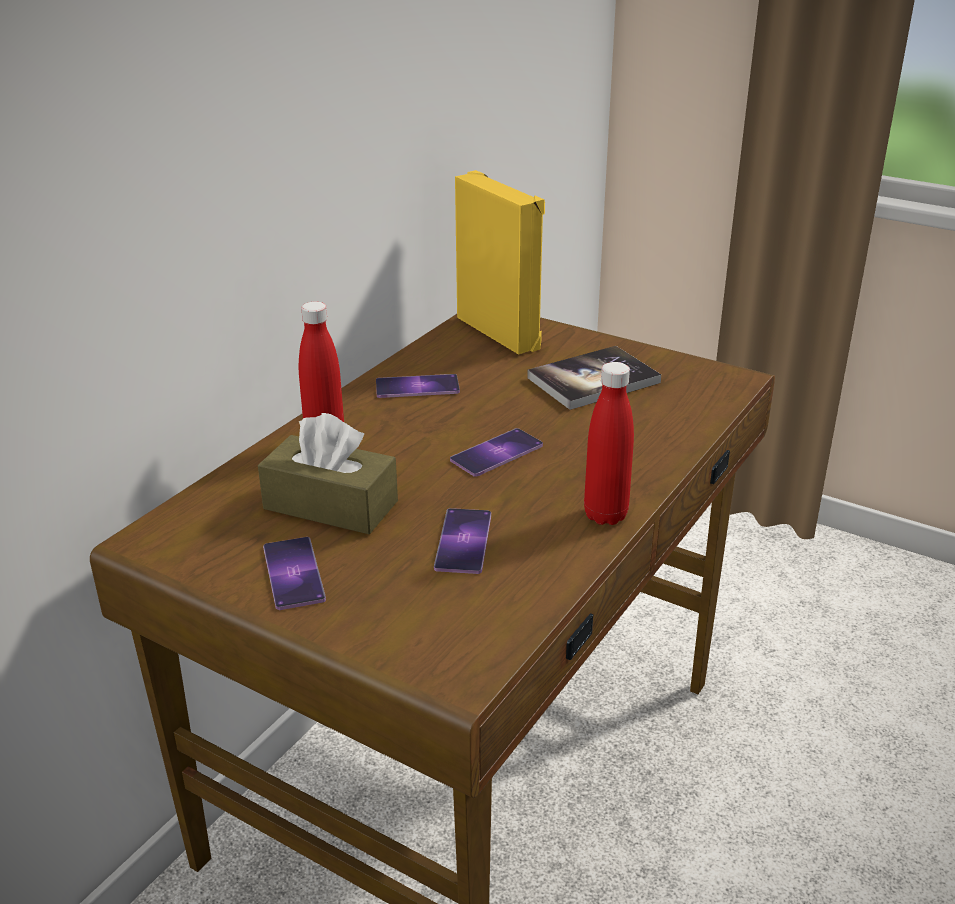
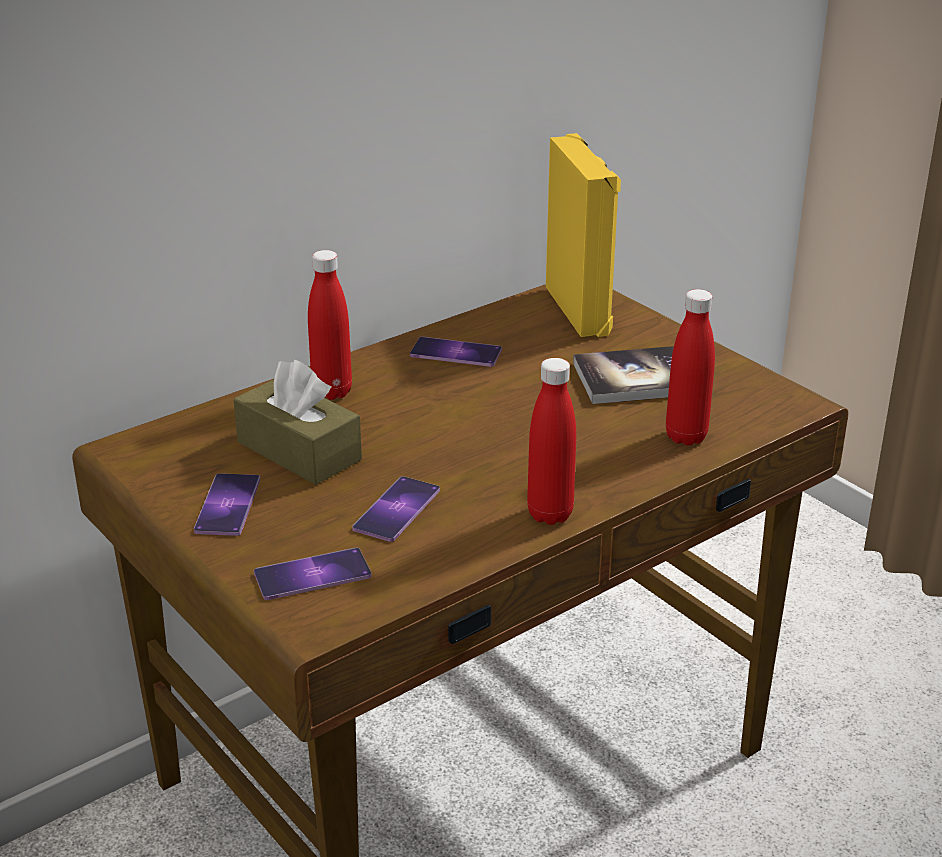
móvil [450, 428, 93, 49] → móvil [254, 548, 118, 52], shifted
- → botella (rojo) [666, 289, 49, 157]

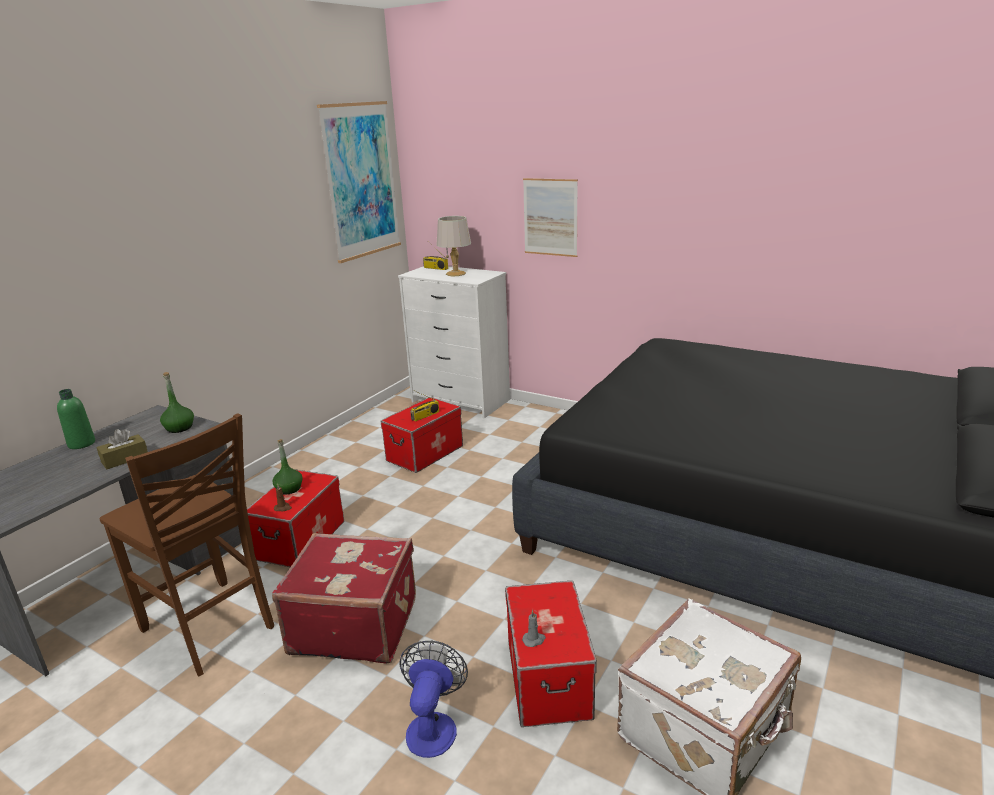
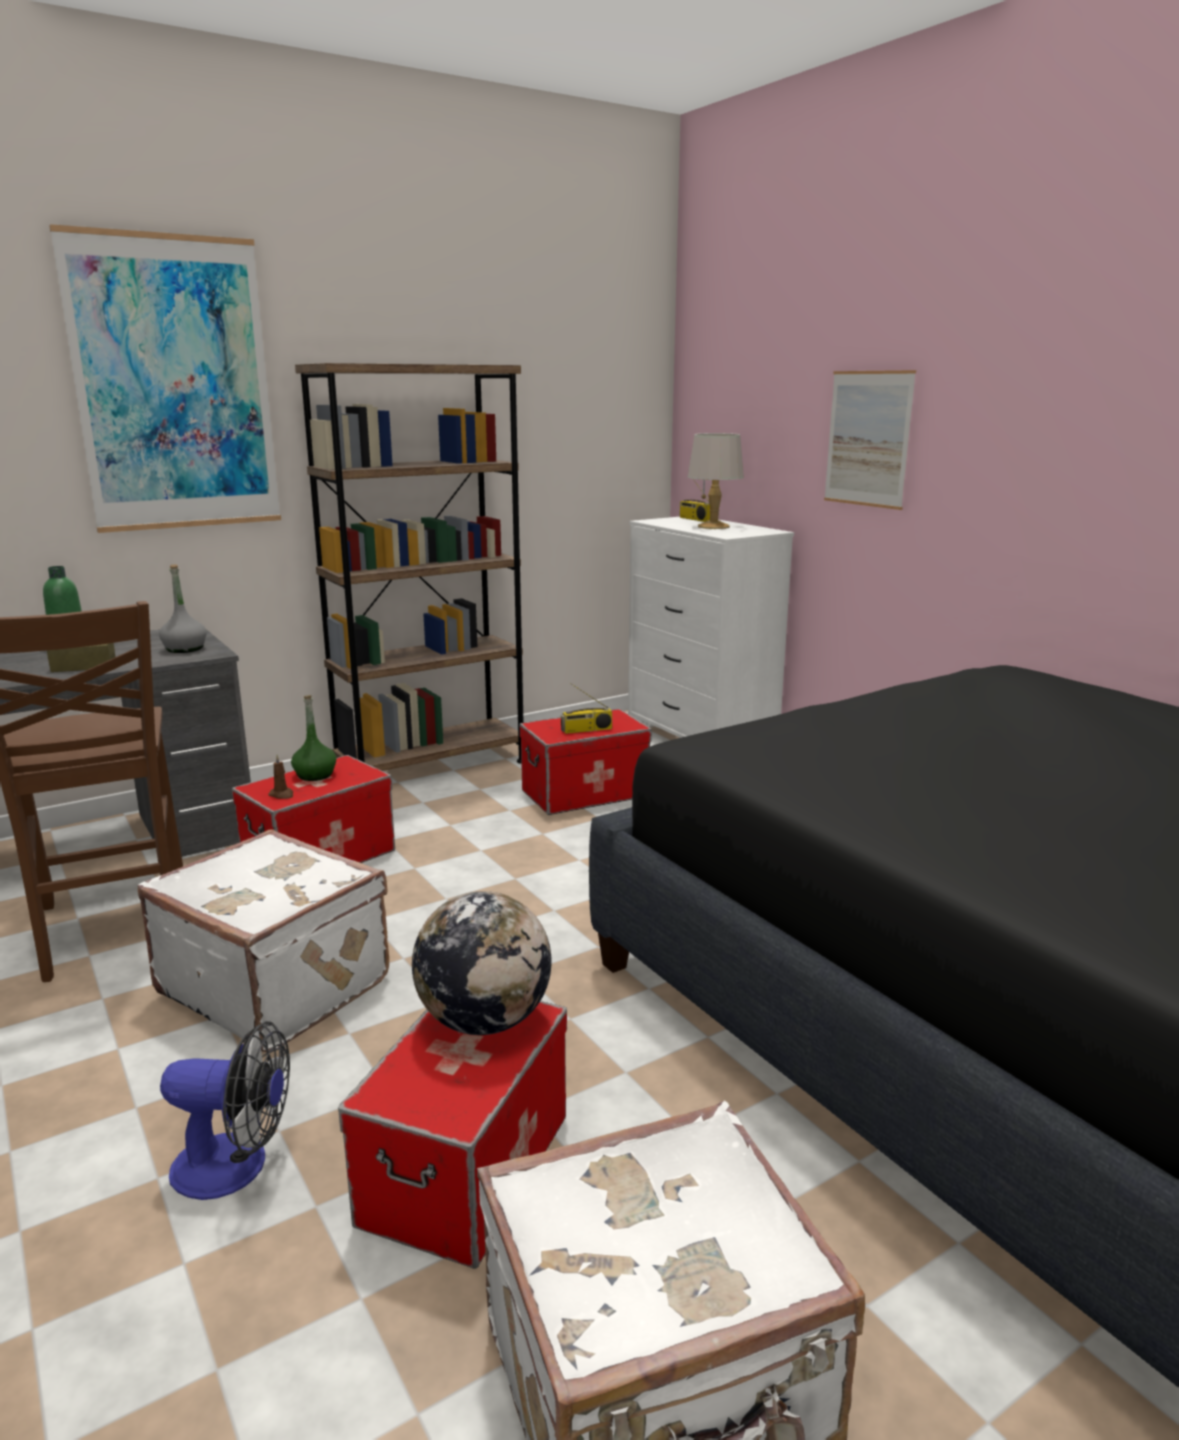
cuadro [317, 101, 84, 162] → cuadro [49, 224, 232, 309], shifted
maleta (rojo) [272, 533, 144, 131] → maleta (blanco) [138, 829, 251, 223]
botella (verde) [160, 372, 34, 61] → botella (gris) [159, 564, 48, 89]
ventilador [400, 641, 68, 117] → ventilador [160, 1021, 130, 179], 60 degrees clockwise
- → estantería (marrón) [295, 363, 229, 408]
- → globo terráqueo [412, 891, 140, 144]
vela (gris) [522, 609, 24, 38] → -

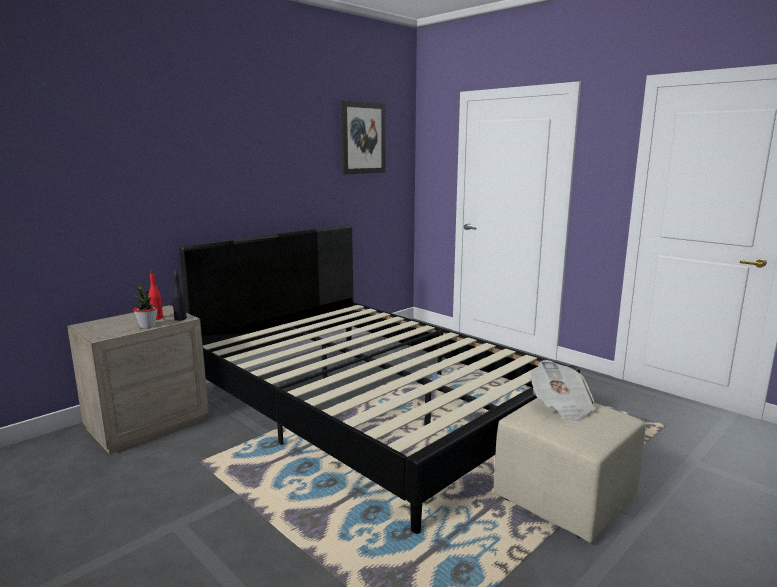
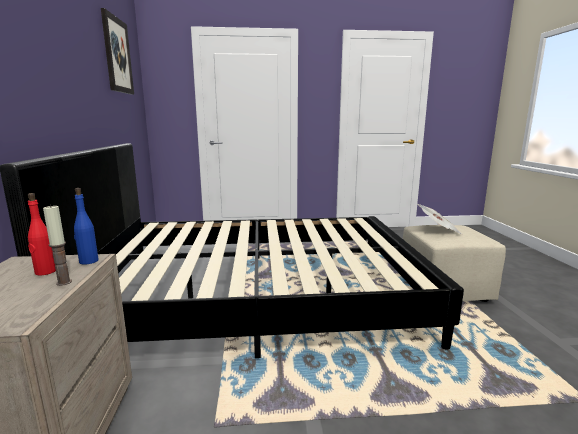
planta en maceta [133, 283, 25, 46] → vela [43, 205, 29, 81]
botella (negro) [172, 270, 15, 51] → botella (azul) [74, 188, 25, 77]

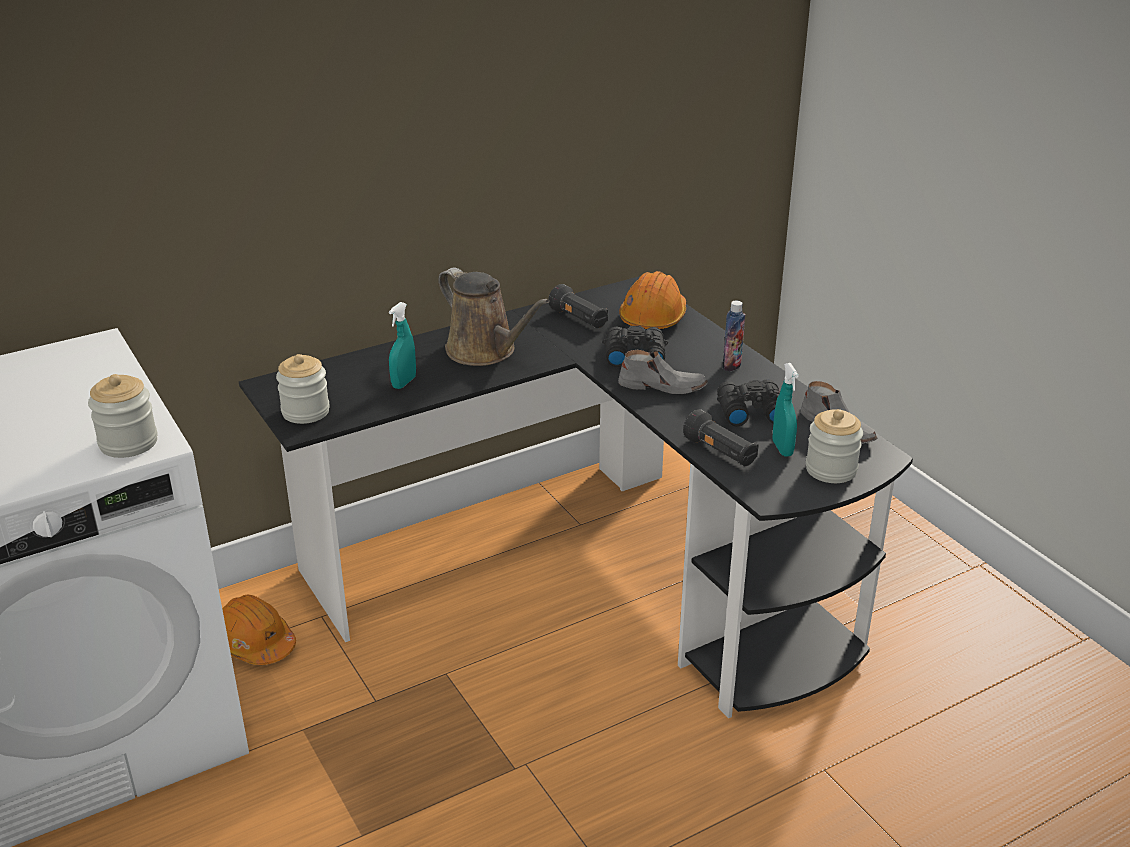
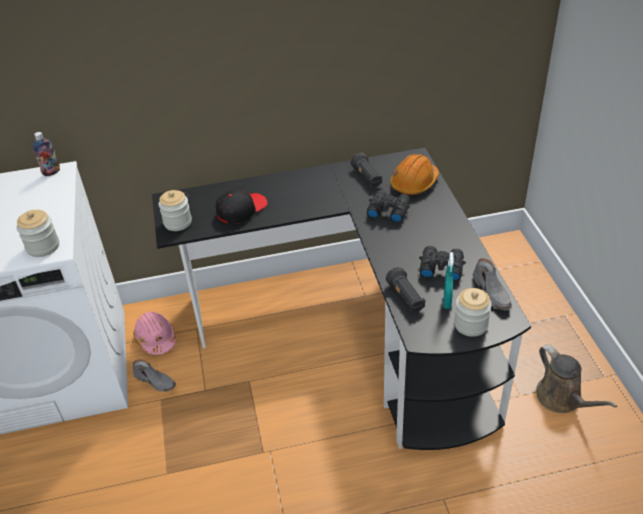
botella [723, 301, 23, 70] → botella [33, 132, 27, 45], shifted
casco (naranja) [222, 595, 74, 70] → casco (rosa) [133, 311, 43, 44]
zapato (gris) [618, 350, 90, 44] → zapato (gris) [133, 359, 43, 33], shifted
pulverizador (turquesa) [389, 302, 27, 87] → gorra (negro) [216, 189, 52, 35]
regadera (marrón) [438, 268, 112, 98] → regadera (marrón) [536, 345, 81, 68], shifted

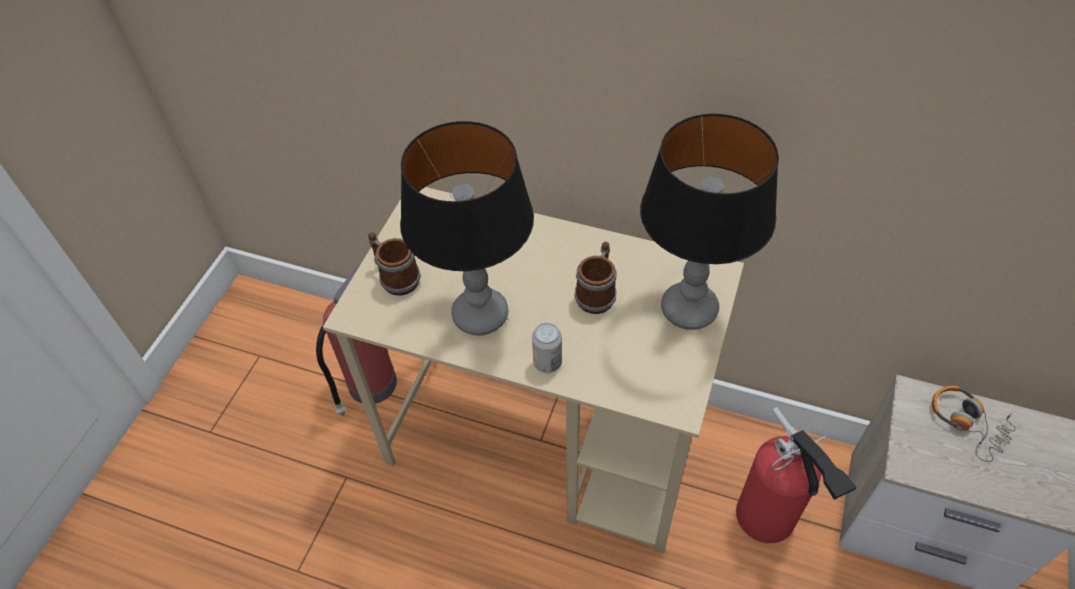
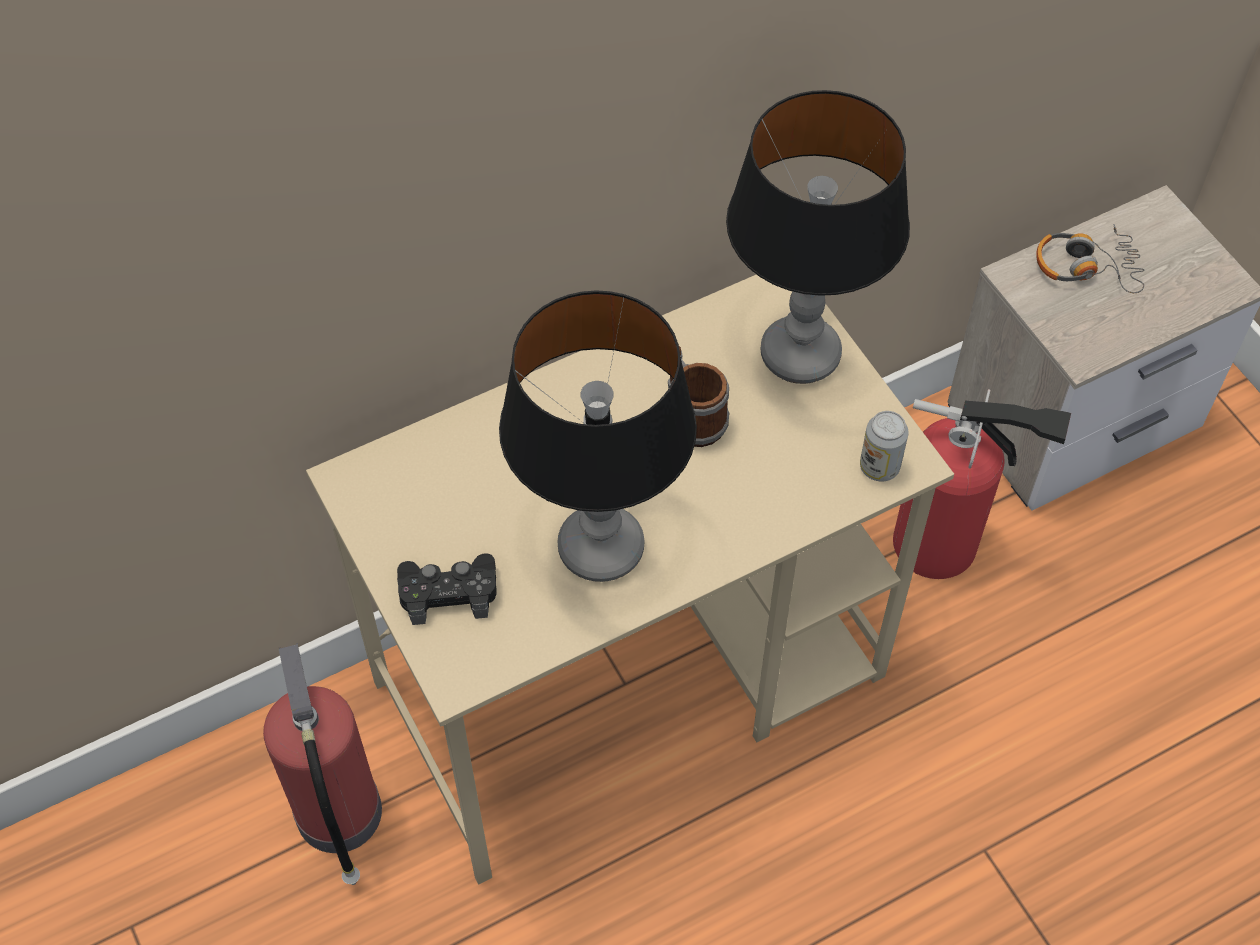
taza grande [368, 232, 53, 64] → mando de consola (negro) [397, 553, 100, 72]
lata [532, 323, 30, 50] → lata [860, 411, 48, 71], shifted

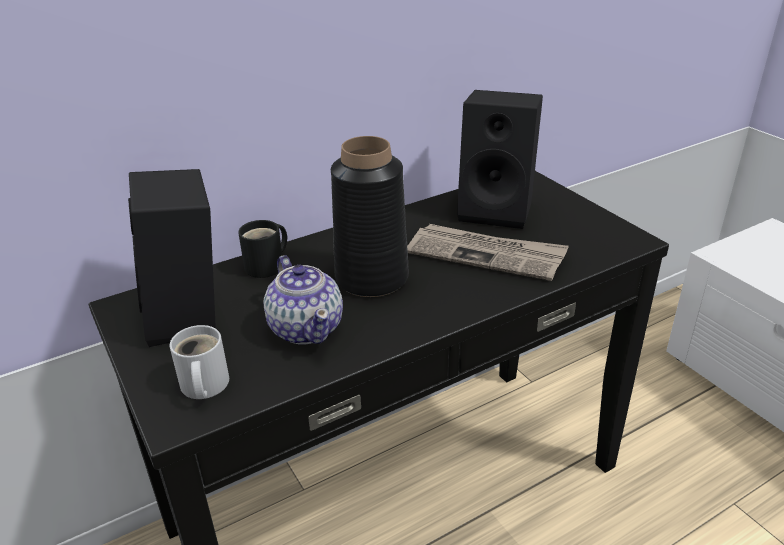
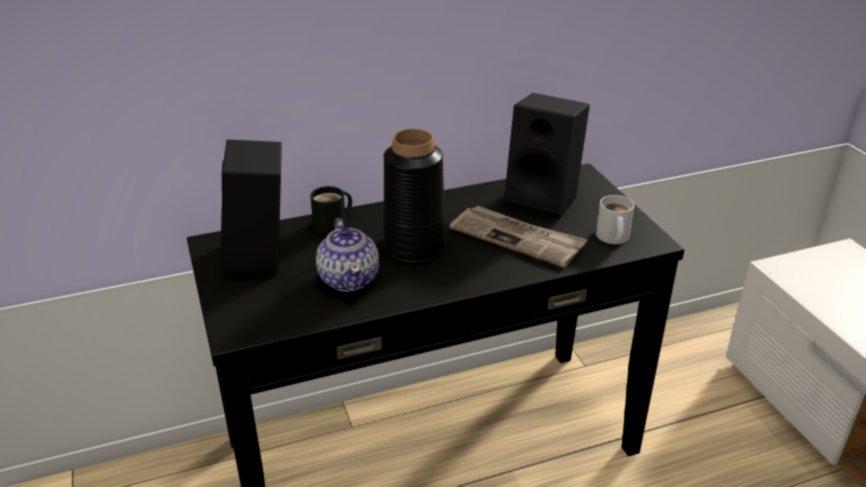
taza grande (blanco) [170, 325, 59, 74] → taza grande (blanco) [596, 195, 38, 49], shifted

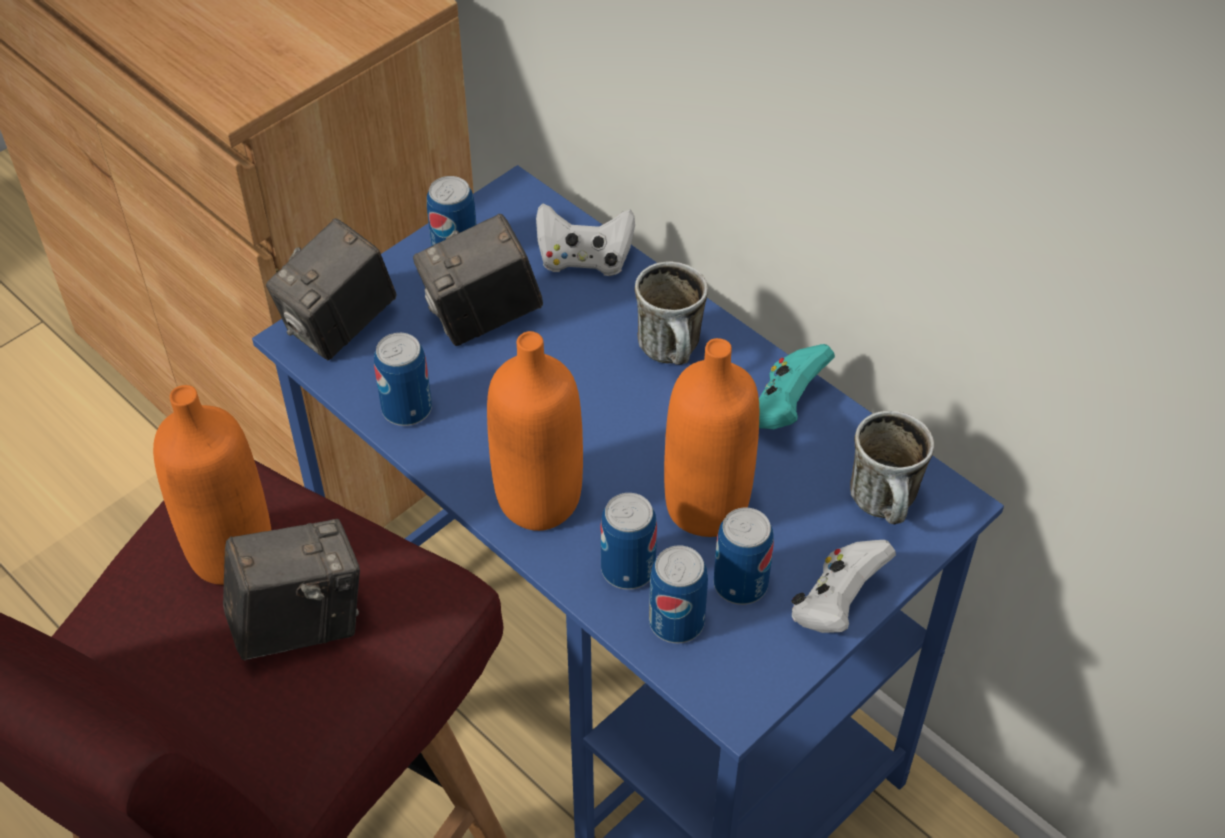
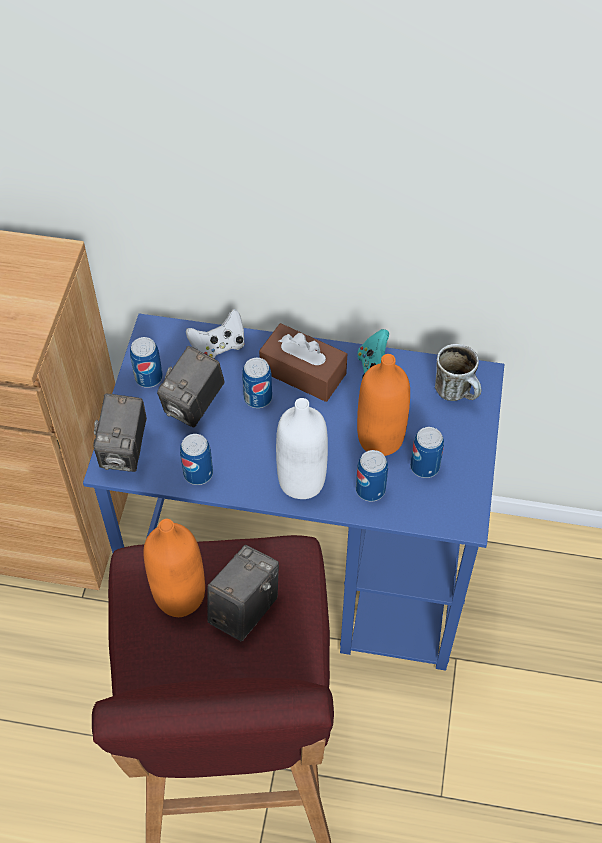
lata [649, 545, 59, 98] → lata [242, 358, 30, 50], shifted
taza grande [634, 261, 74, 104] → caja de pañuelos (marrón) [259, 323, 88, 79]
botella (naranja) [487, 331, 96, 200] → botella (blanco) [276, 398, 52, 101]
mando de consola (blanco) [792, 540, 104, 93] → -

